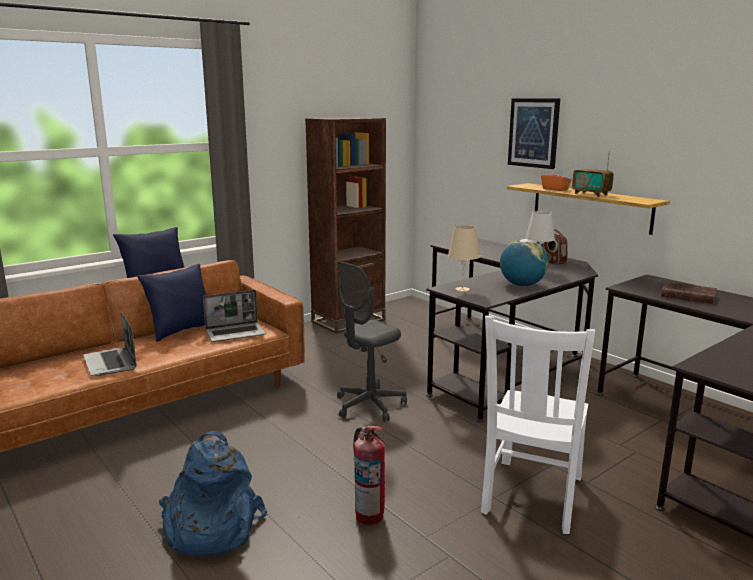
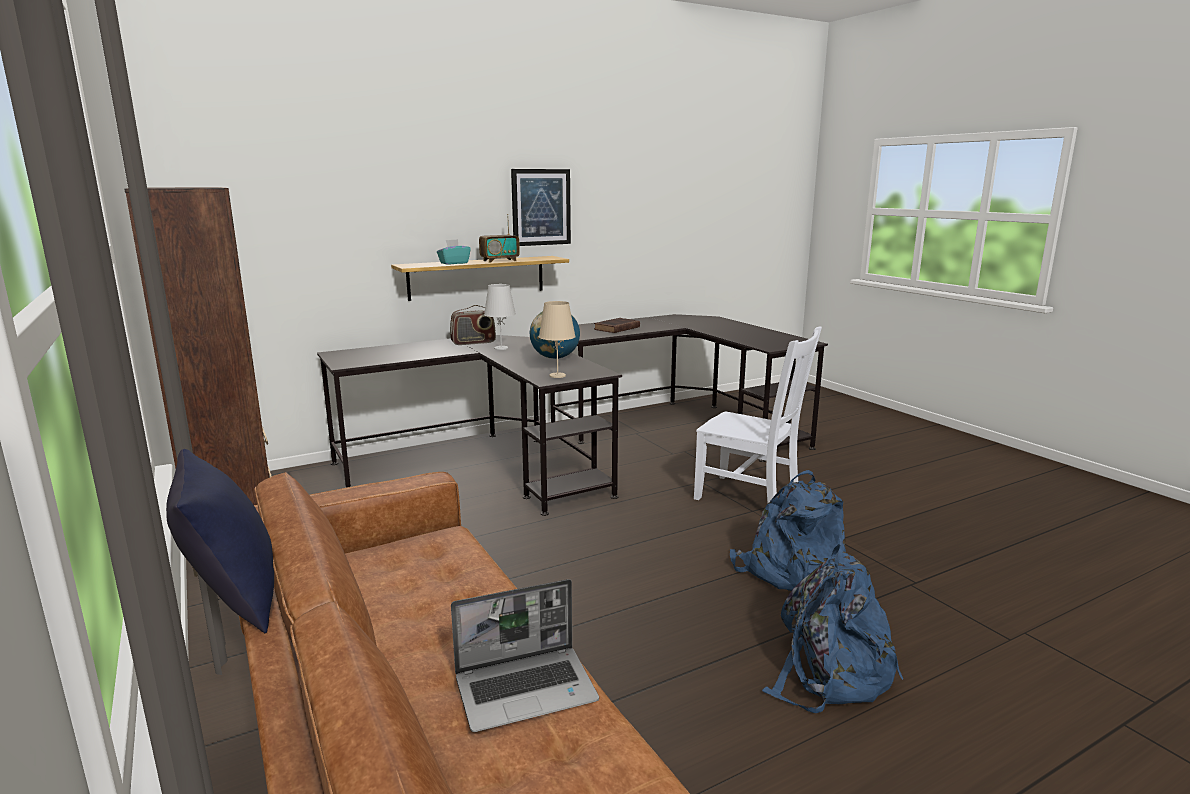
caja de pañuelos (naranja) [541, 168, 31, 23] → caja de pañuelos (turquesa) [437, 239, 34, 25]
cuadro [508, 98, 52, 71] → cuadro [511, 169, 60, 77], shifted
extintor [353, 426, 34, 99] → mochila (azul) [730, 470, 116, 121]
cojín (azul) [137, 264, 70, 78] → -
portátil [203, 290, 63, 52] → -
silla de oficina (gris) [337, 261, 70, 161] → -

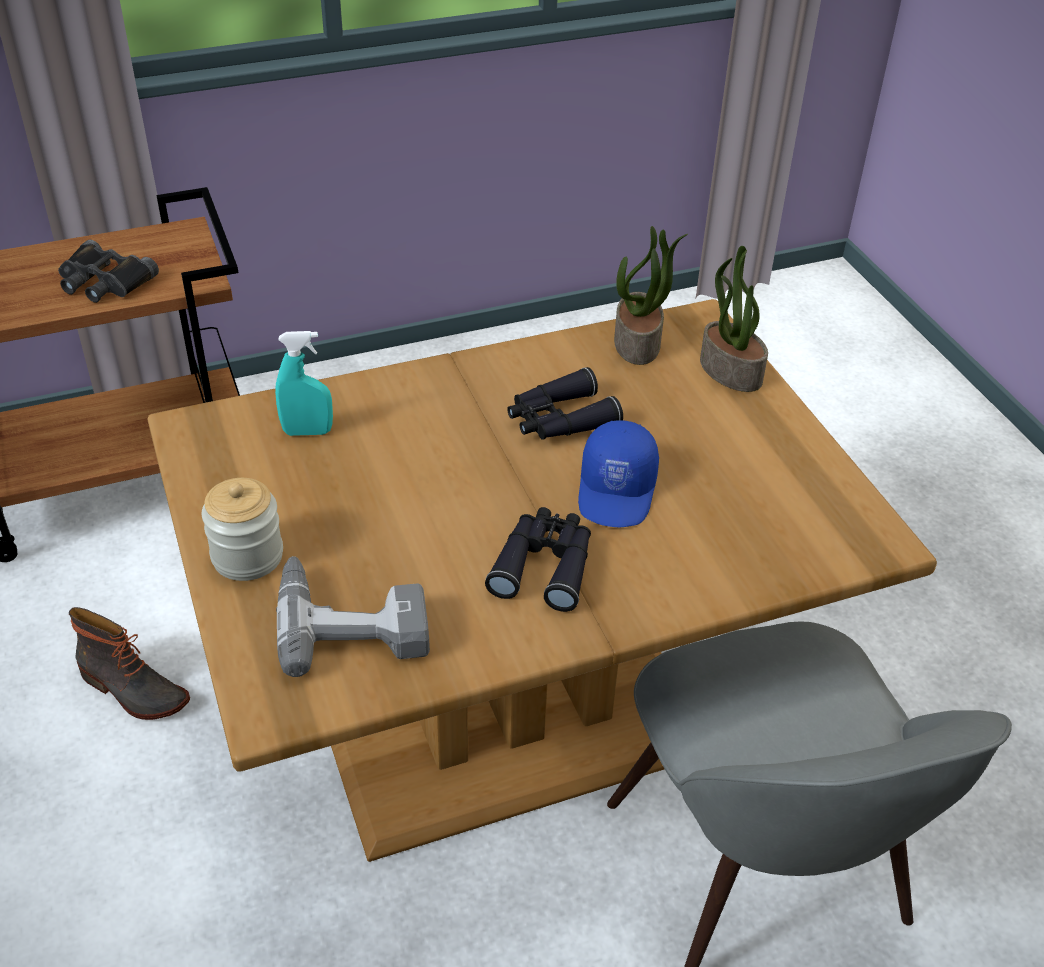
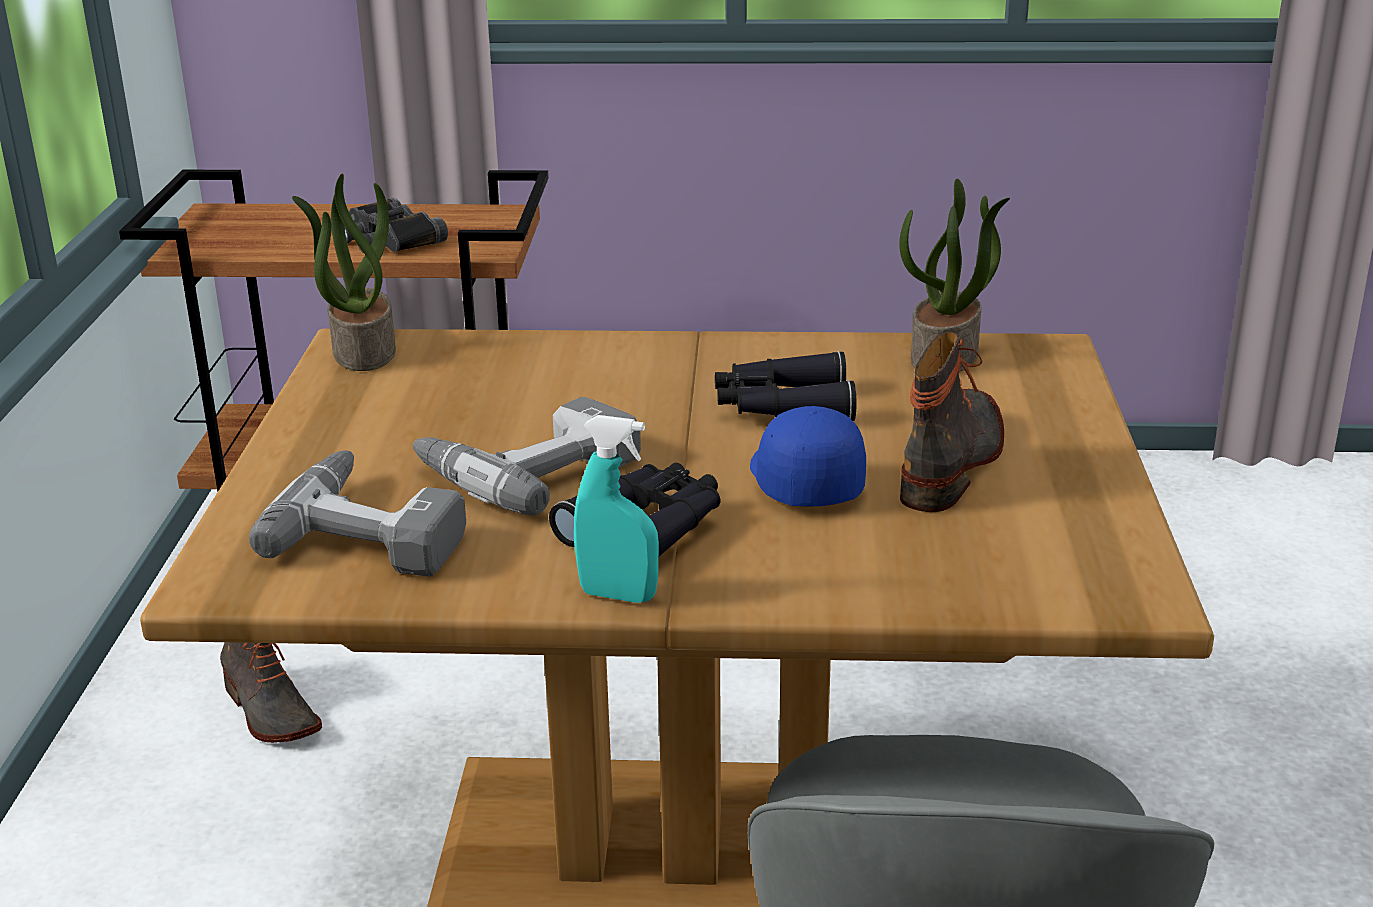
planta en maceta [700, 246, 68, 146] → planta en maceta [292, 174, 104, 197], shifted
- → taladro [413, 397, 228, 119]
pulverizador (turquesa) [275, 331, 58, 105] → pulverizador (turquesa) [574, 415, 85, 188], shifted
gorra (azul) [578, 420, 81, 107] → gorra (azul) [750, 406, 116, 100], 135 degrees clockwise
- → bota [900, 332, 104, 180]
tarro [202, 478, 81, 103] → -

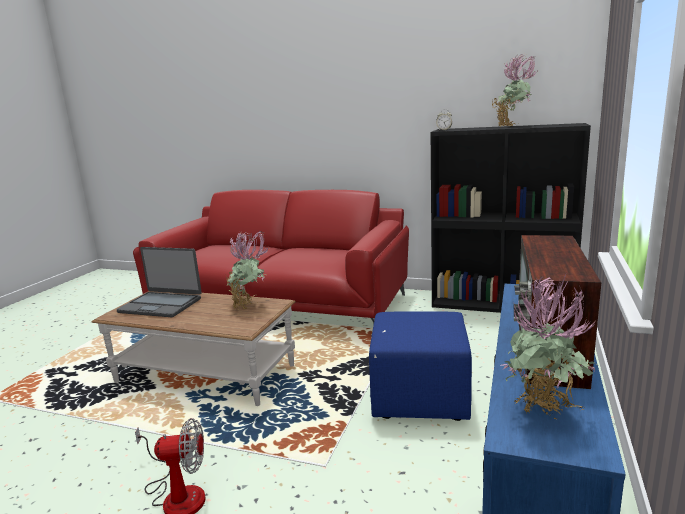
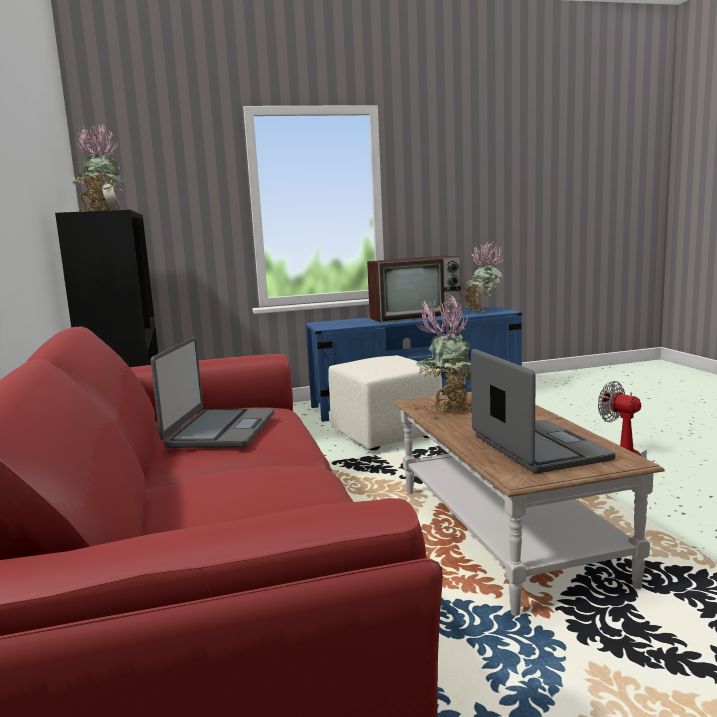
- → portátil [150, 337, 124, 111]
puf (azul) [369, 311, 103, 110] → puf (beis) [328, 355, 114, 95]

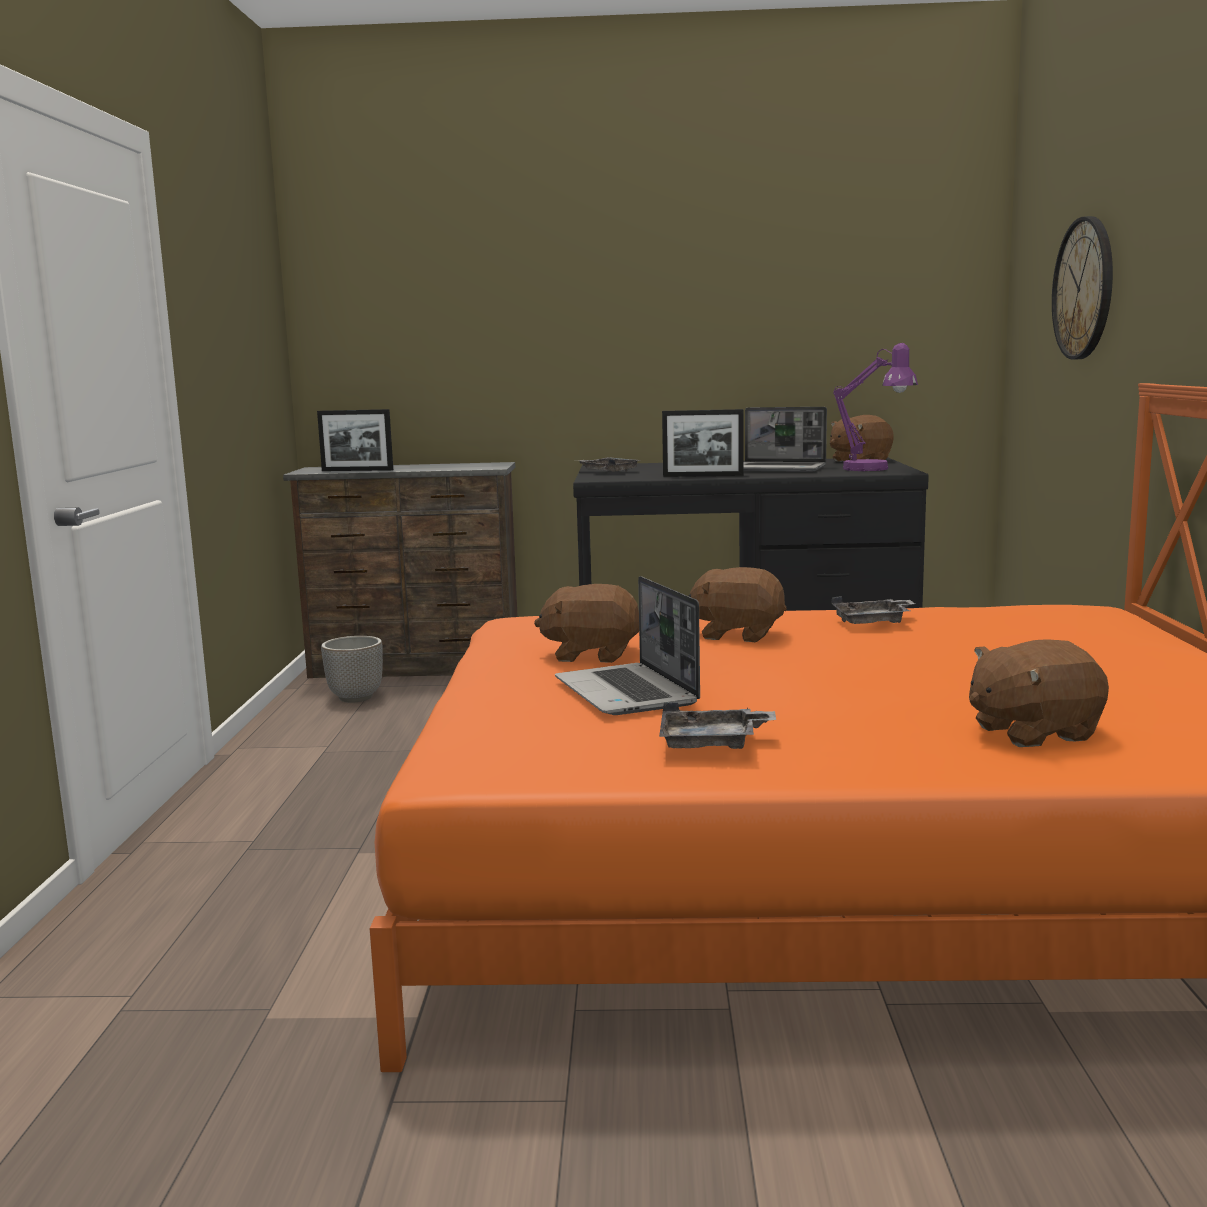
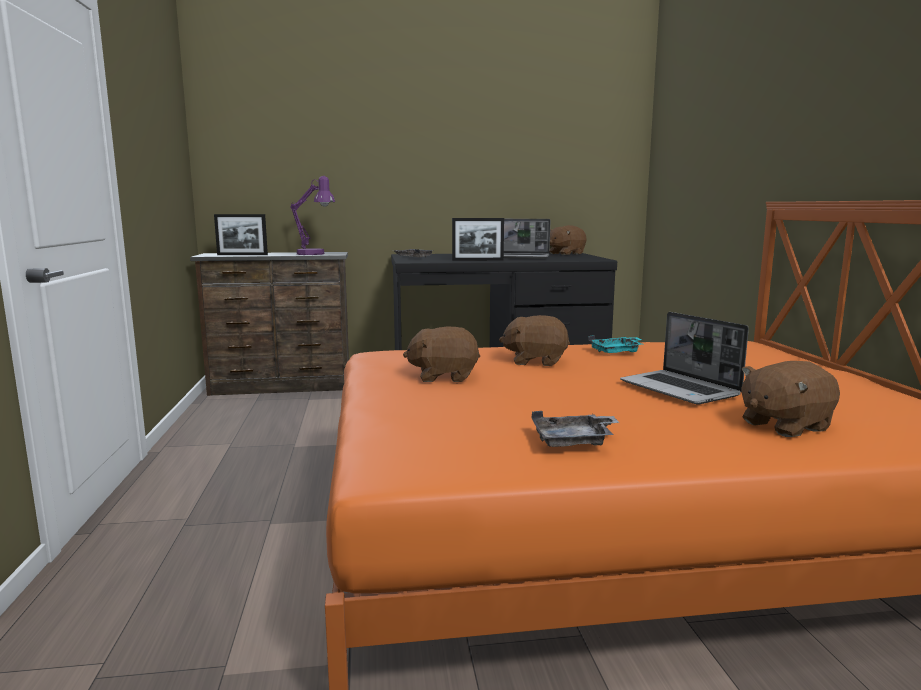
lámpara de mesa (morado) [833, 343, 85, 128] → lámpara de mesa (morado) [290, 176, 45, 79], shifted
bandeja (gris) [832, 596, 83, 28] → bandeja (turquesa) [588, 335, 54, 18]
portátil [555, 576, 145, 139] → portátil [620, 312, 129, 92], shifted
maceta [321, 636, 62, 67] → -
reloj de pared [1052, 216, 61, 144] → -

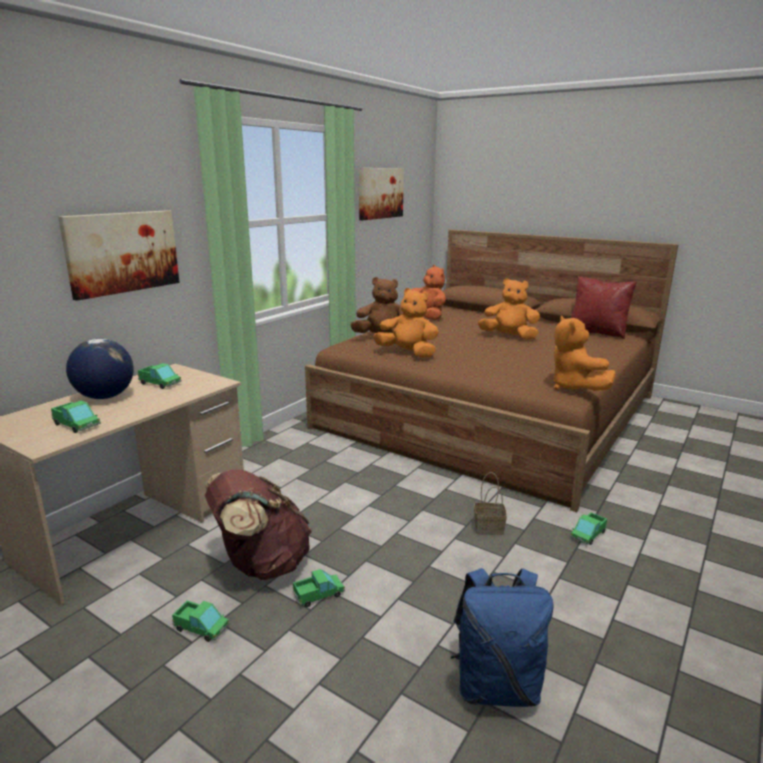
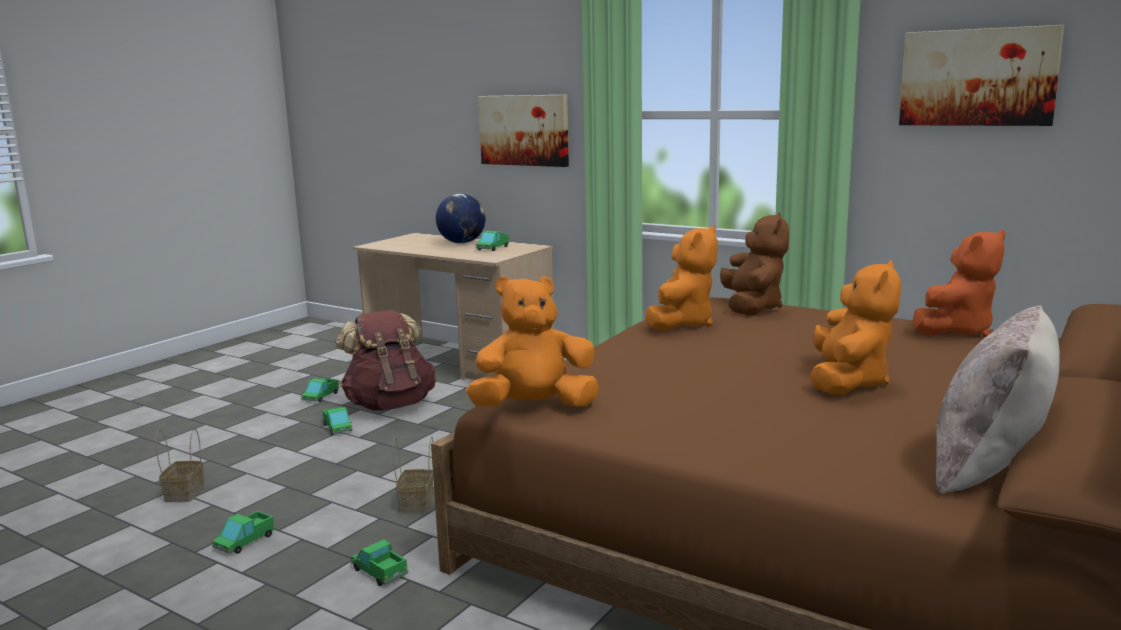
mochila (azul) [451, 568, 102, 139] → cesta [155, 429, 49, 73]
camión de juguete [51, 400, 50, 33] → camión de juguete [212, 511, 64, 43], shifted
cojín (rojo) [571, 276, 66, 63] → cojín (beis) [936, 305, 124, 189]

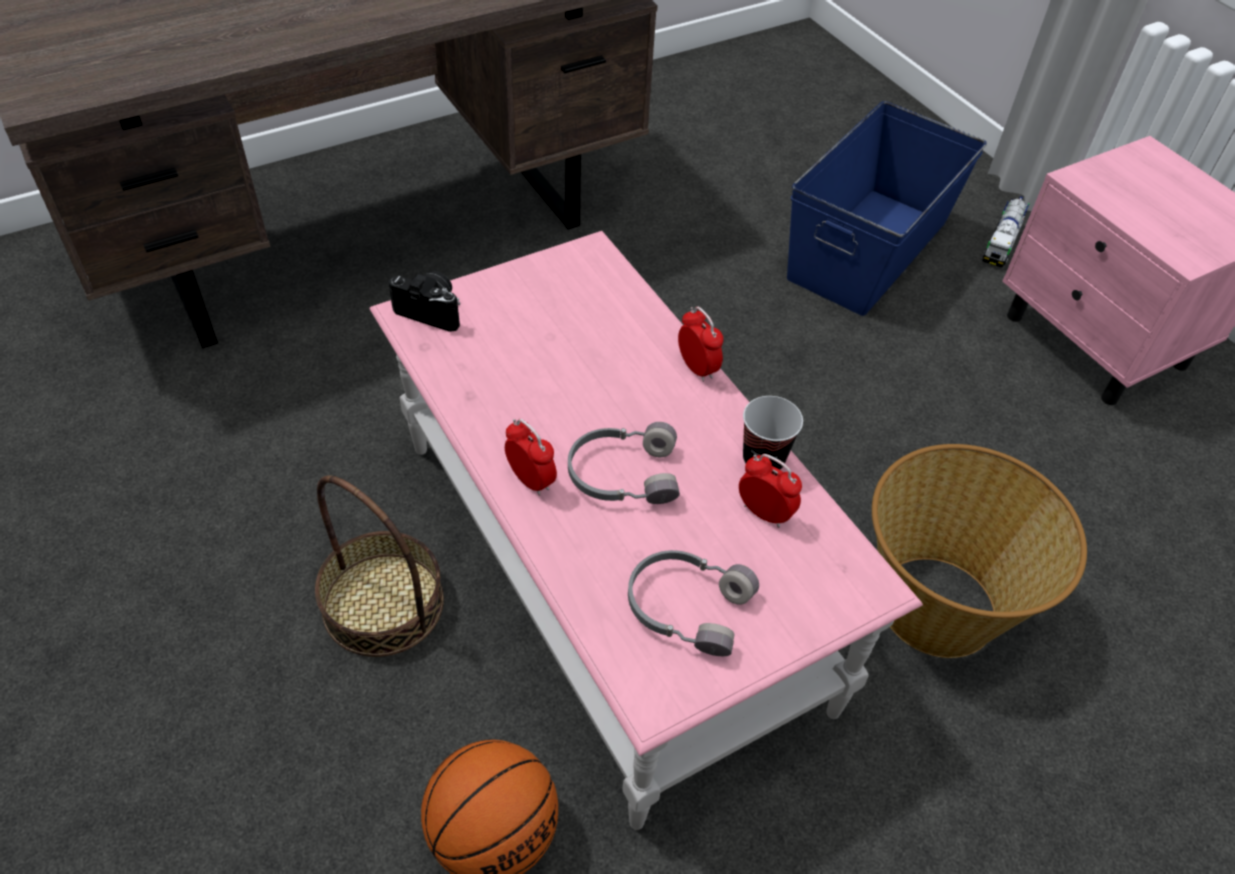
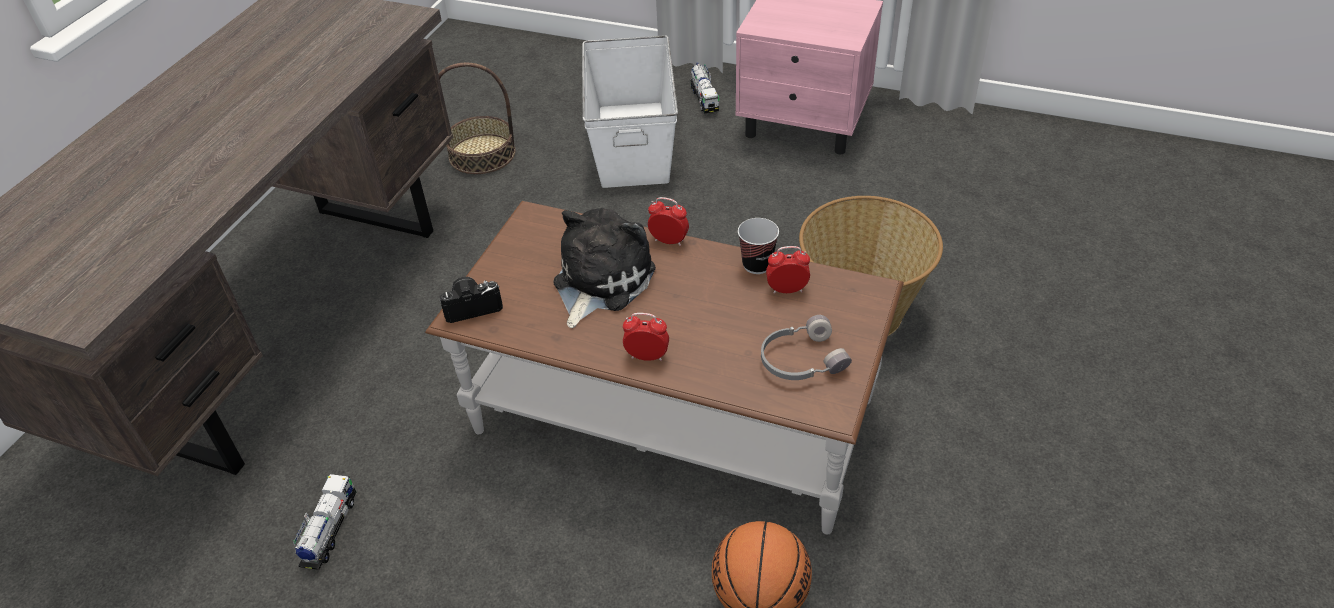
- → camión de juguete [293, 474, 63, 96]
mesa de centro (rosa) [369, 231, 554, 599] → mesa de centro (marrón) [425, 201, 479, 334]
cesta [315, 475, 129, 182] → cesta [439, 63, 76, 111], shifted
- → peluche [553, 208, 103, 120]
caja de almacenaje (azul) [787, 101, 200, 215] → caja de almacenaje (blanco) [582, 35, 96, 153]
auriculares (gris) [568, 422, 112, 82] → -

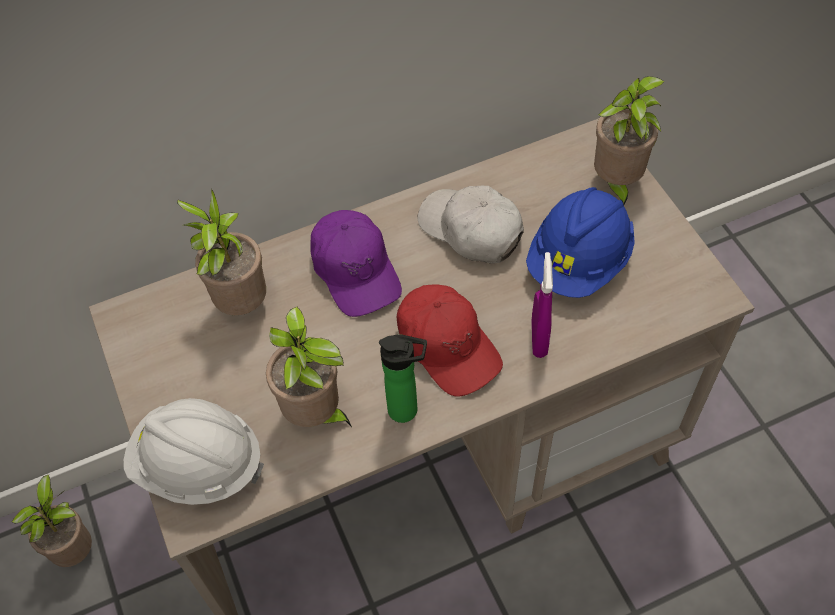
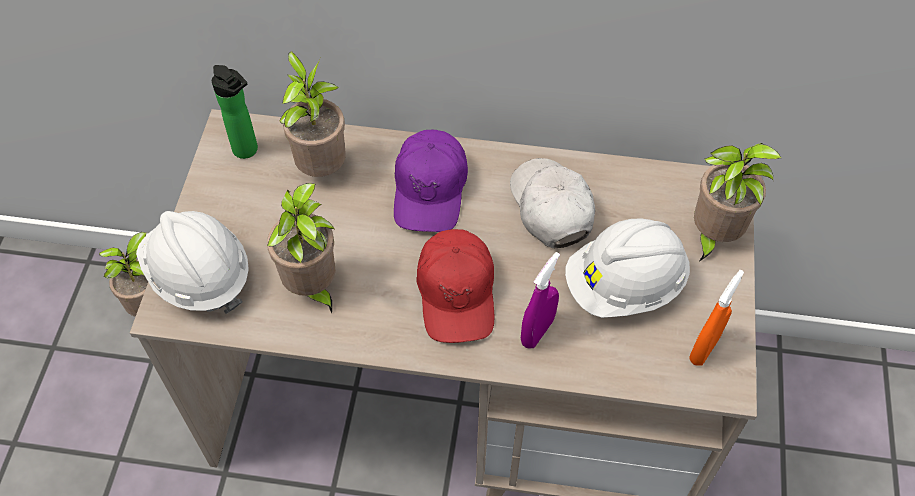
botella [379, 334, 48, 89] → botella [212, 65, 46, 94], shifted
casco (azul) [526, 187, 109, 111] → casco (blanco) [565, 218, 125, 100]
- → pulverizador (naranja) [689, 270, 55, 96]

